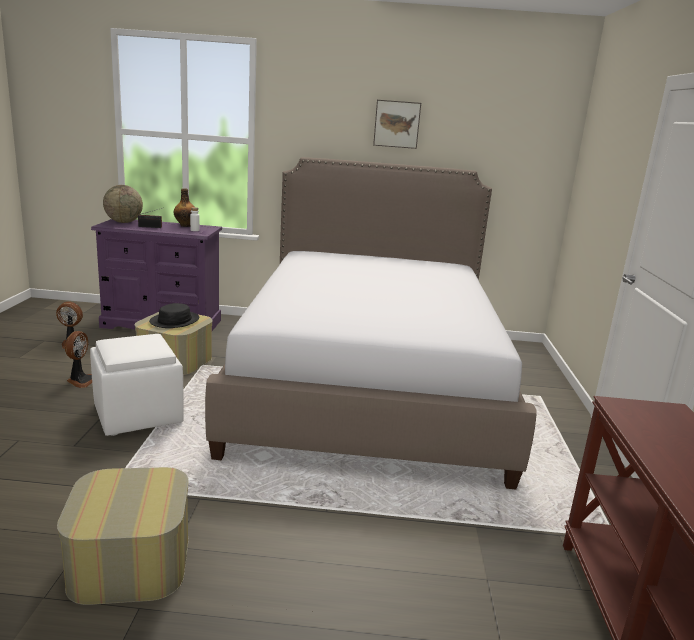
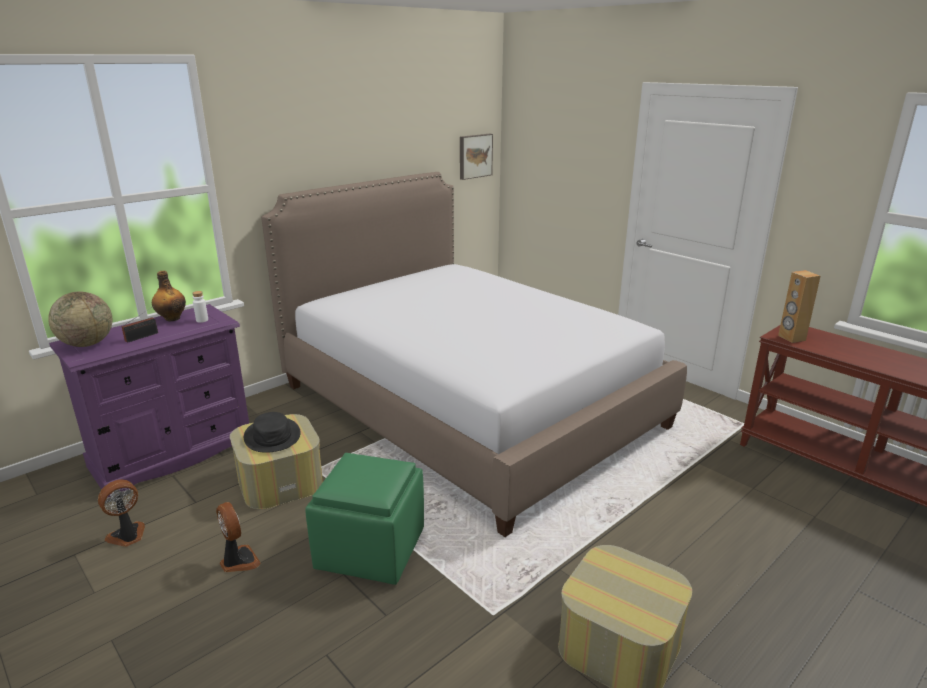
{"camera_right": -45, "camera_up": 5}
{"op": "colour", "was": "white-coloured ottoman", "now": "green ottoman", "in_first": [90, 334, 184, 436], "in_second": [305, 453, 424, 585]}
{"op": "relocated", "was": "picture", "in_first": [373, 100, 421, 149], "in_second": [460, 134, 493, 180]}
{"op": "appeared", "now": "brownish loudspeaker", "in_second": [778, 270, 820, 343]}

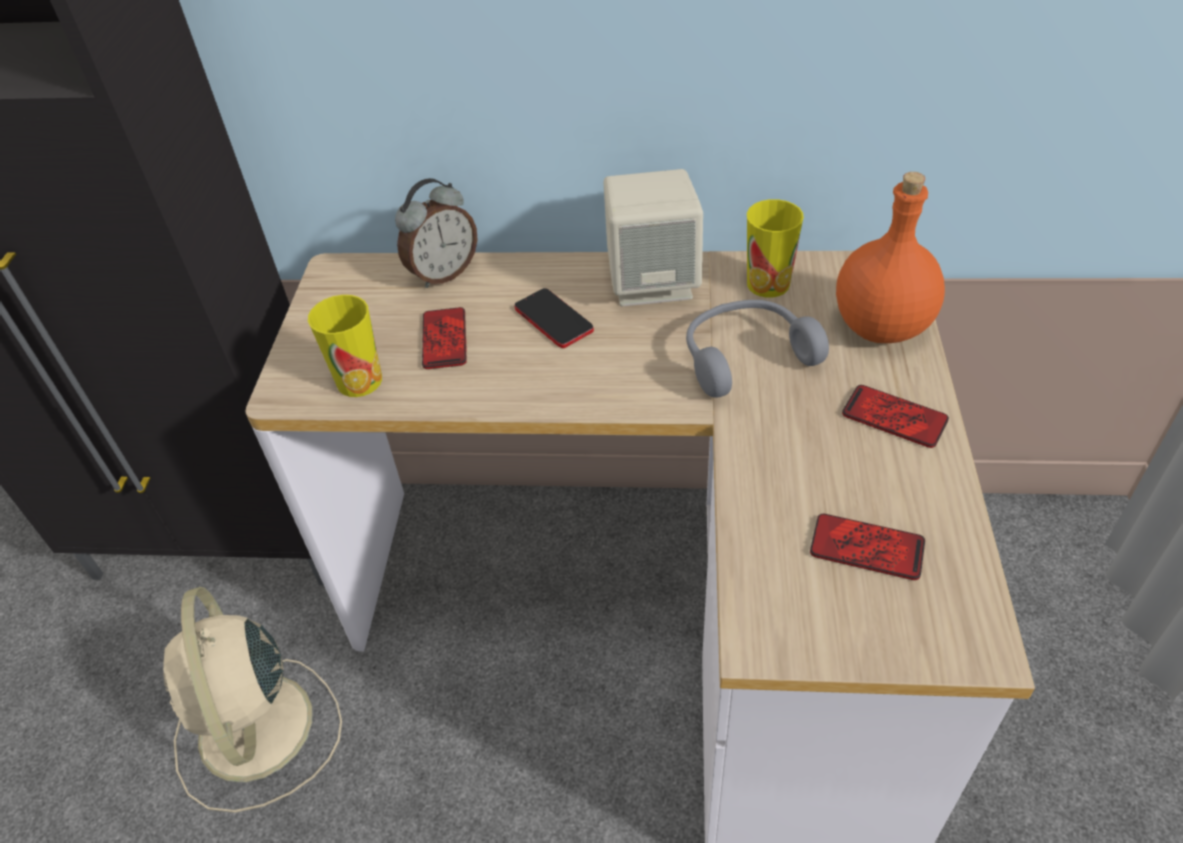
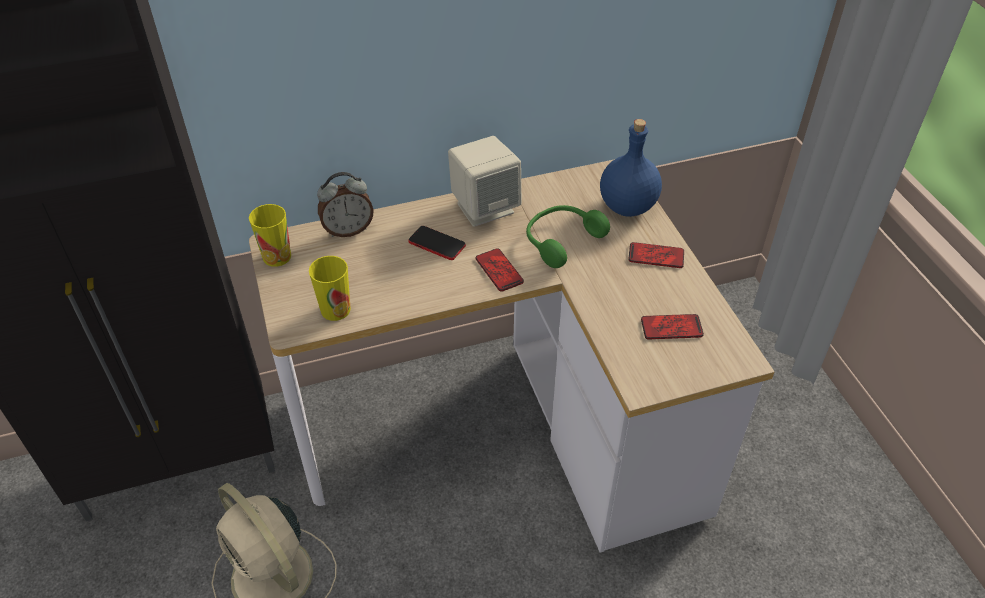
{"camera_right": -25, "camera_up": 0}
{"op": "spun", "was": "bedside clock", "in_first": [395, 178, 478, 288], "in_second": [317, 172, 373, 237], "clockwise": 45}
{"op": "relocated", "was": "phone", "in_first": [422, 307, 467, 369], "in_second": [476, 248, 524, 292]}
{"op": "colour", "was": "greyish headphones", "now": "green headphones", "in_first": [686, 300, 829, 398], "in_second": [526, 205, 610, 268]}
{"op": "relocated", "was": "drinking cup", "in_first": [747, 199, 804, 298], "in_second": [249, 204, 291, 267]}
{"op": "colour", "was": "orange bottle", "now": "bluish bottle", "in_first": [836, 172, 945, 343], "in_second": [600, 119, 662, 217]}

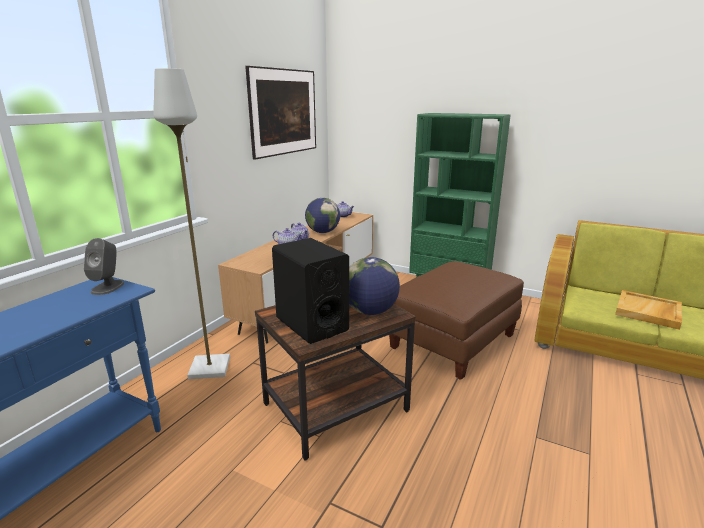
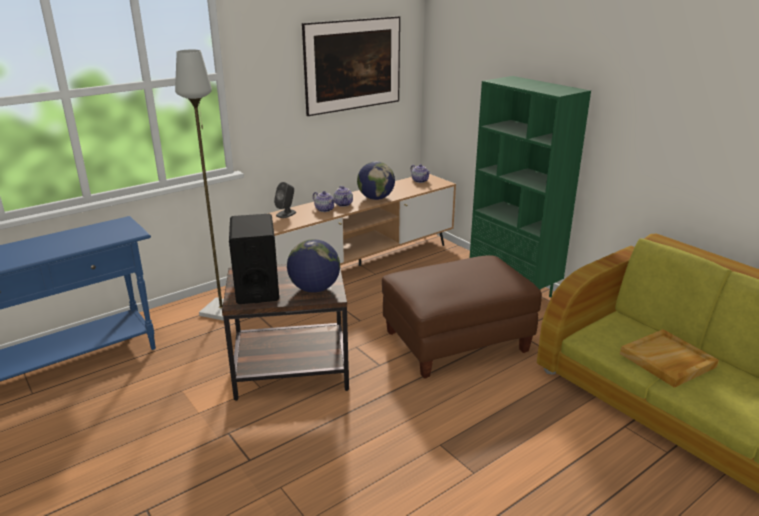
{"camera_right": 25, "camera_up": 5}
{"op": "relocated", "was": "greyish loudspeaker", "in_first": [84, 238, 124, 295], "in_second": [274, 182, 296, 218]}

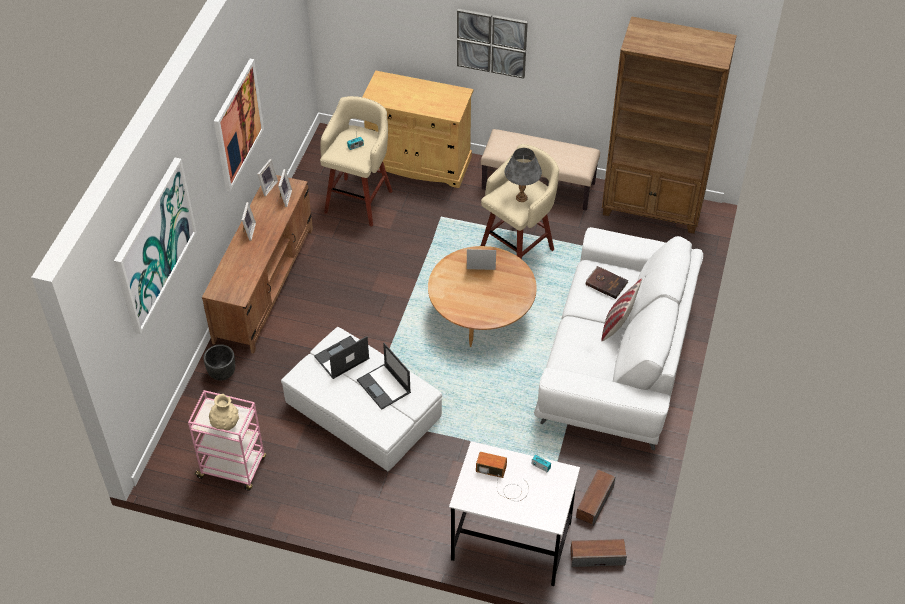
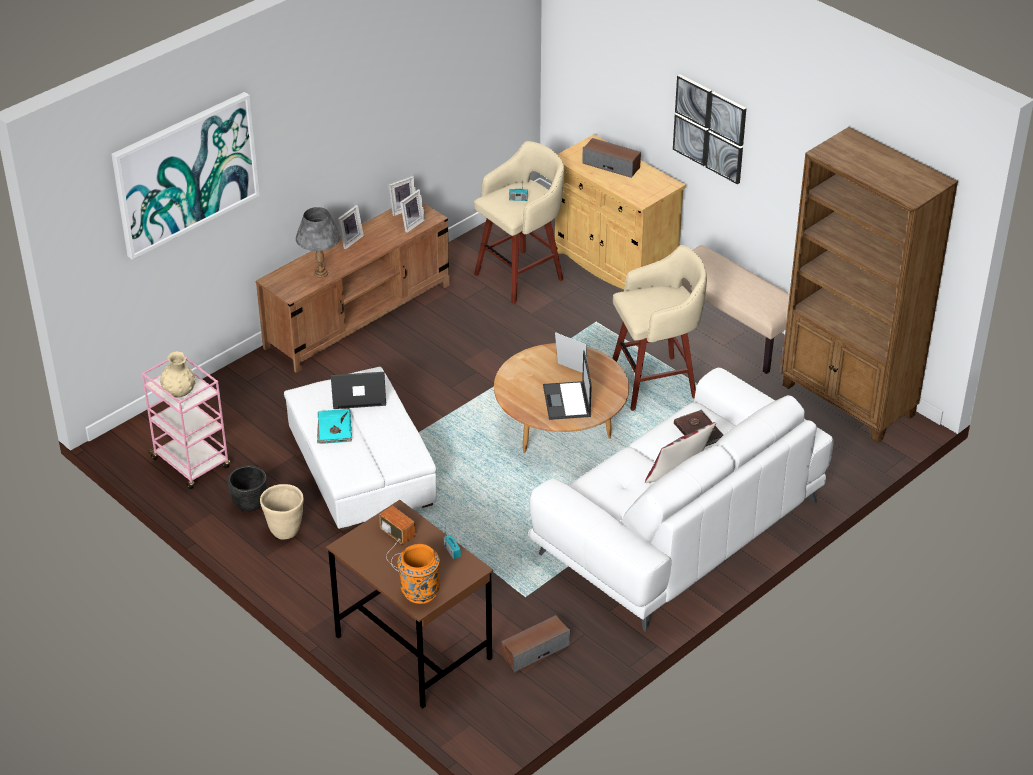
{"camera_right": 30, "camera_up": -10}
{"op": "relocated", "was": "black plant pot", "in_first": [203, 344, 235, 380], "in_second": [228, 465, 267, 511]}
{"op": "missing", "was": "picture", "in_first": [214, 59, 264, 191]}
{"op": "relocated", "was": "laptop", "in_first": [357, 343, 411, 410], "in_second": [543, 350, 592, 420]}
{"op": "colour", "was": "white-coloured desk table", "now": "brownish desk table", "in_first": [449, 441, 580, 586], "in_second": [326, 500, 494, 708]}
{"op": "relocated", "was": "greyish lamp for a table", "in_first": [504, 148, 542, 202], "in_second": [296, 207, 341, 278]}
{"op": "relocated", "was": "loudspeaker", "in_first": [570, 539, 627, 567], "in_second": [582, 138, 641, 178]}
{"op": "appeared", "now": "beige plant pot", "in_second": [260, 484, 304, 540]}
{"op": "appeared", "now": "turquoise bound book", "in_second": [317, 409, 352, 444]}
{"op": "appeared", "now": "orange vase", "in_second": [398, 544, 440, 604]}

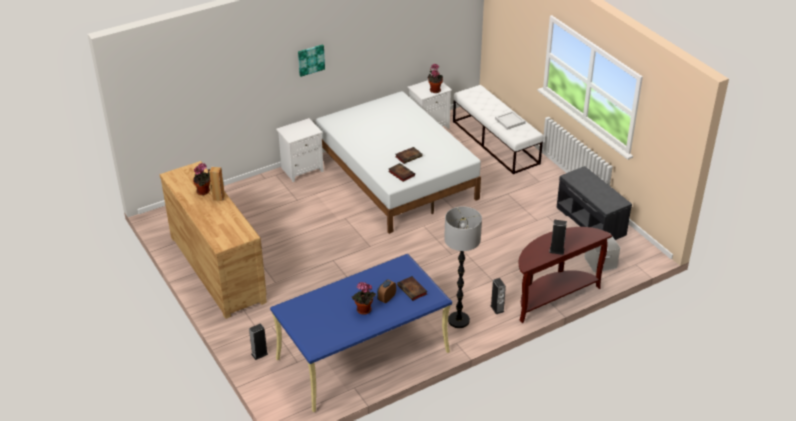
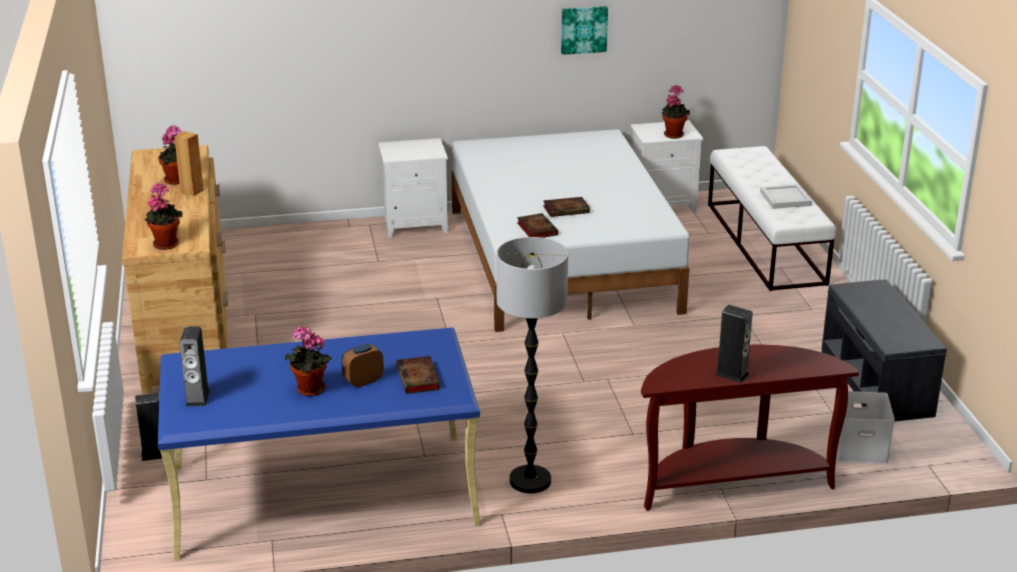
{"camera_right": 20, "camera_up": -10}
{"op": "relocated", "was": "picture", "in_first": [298, 44, 325, 77], "in_second": [561, 6, 608, 55]}
{"op": "relocated", "was": "loudspeaker", "in_first": [490, 278, 506, 314], "in_second": [179, 326, 210, 406]}
{"op": "appeared", "now": "plant in a pot", "in_second": [144, 183, 183, 250]}

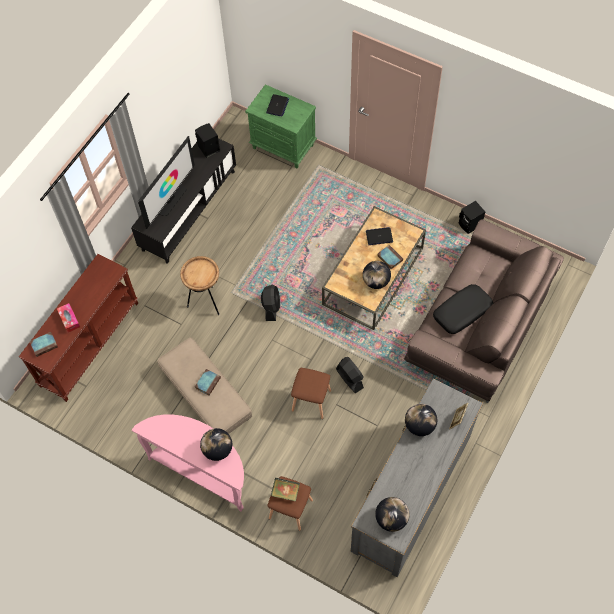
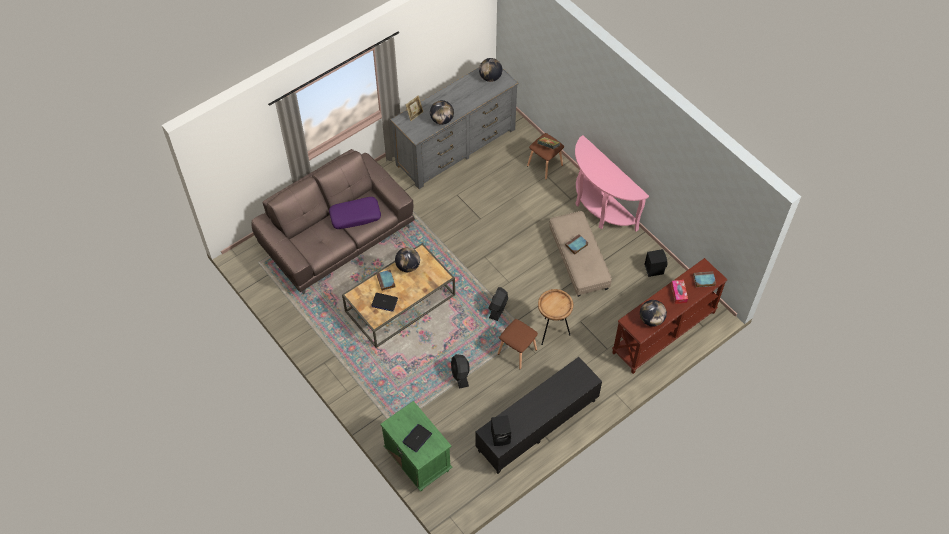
{"camera_right": -160, "camera_up": -5}
{"op": "missing", "was": "television", "in_first": [138, 136, 195, 229]}
{"op": "relocated", "was": "world globe", "in_first": [200, 428, 232, 461], "in_second": [640, 300, 667, 327]}
{"op": "relocated", "was": "brownish stool", "in_first": [291, 368, 331, 419], "in_second": [498, 319, 538, 369]}
{"op": "relocated", "was": "black cooling fan", "in_first": [336, 357, 364, 394], "in_second": [451, 354, 470, 389]}
{"op": "colour", "was": "black throw pillow", "now": "purple throw pillow", "in_first": [433, 284, 493, 334], "in_second": [329, 197, 381, 229]}
{"op": "relocated", "was": "black loudspeaker", "in_first": [459, 201, 485, 234], "in_second": [644, 249, 667, 277]}

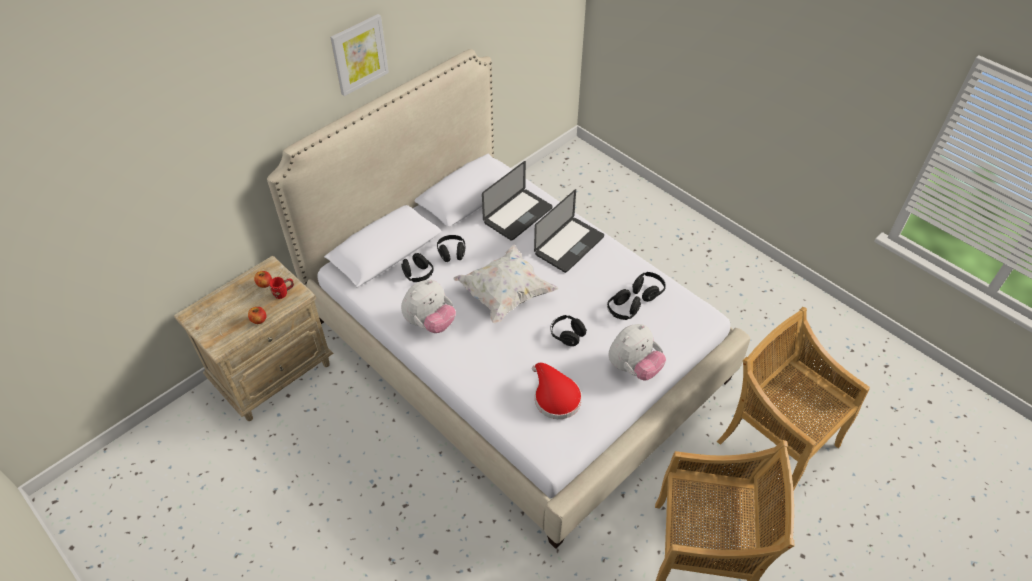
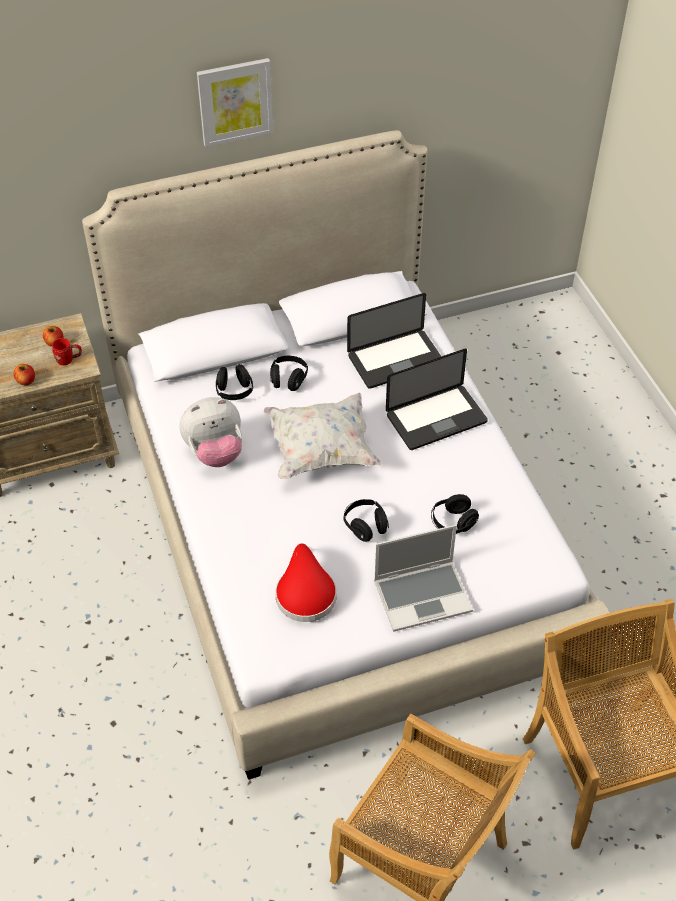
{"camera_right": 25, "camera_up": 0}
{"op": "exchanged", "was": "cuddly toy", "now": "laptop", "in_first": [608, 324, 666, 380], "in_second": [374, 525, 473, 632]}
{"op": "missing", "was": "black headphones", "in_first": [632, 272, 666, 302]}

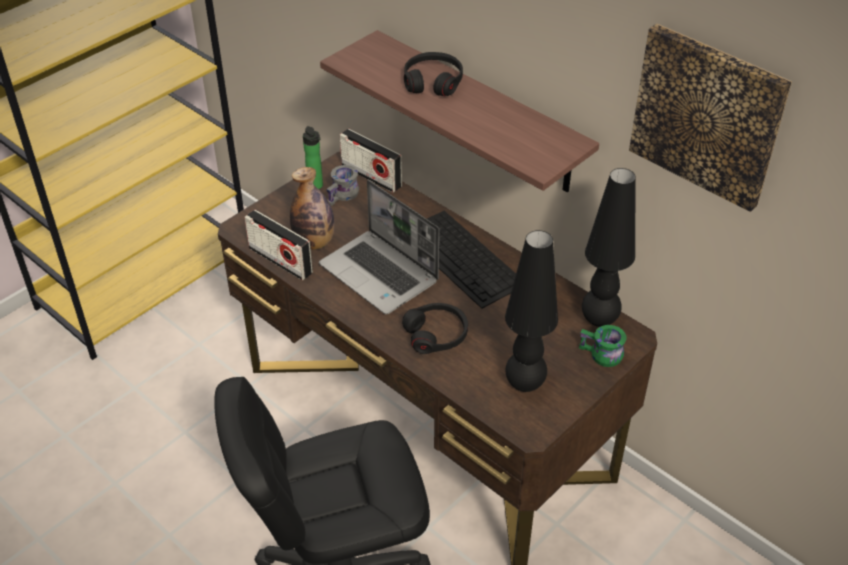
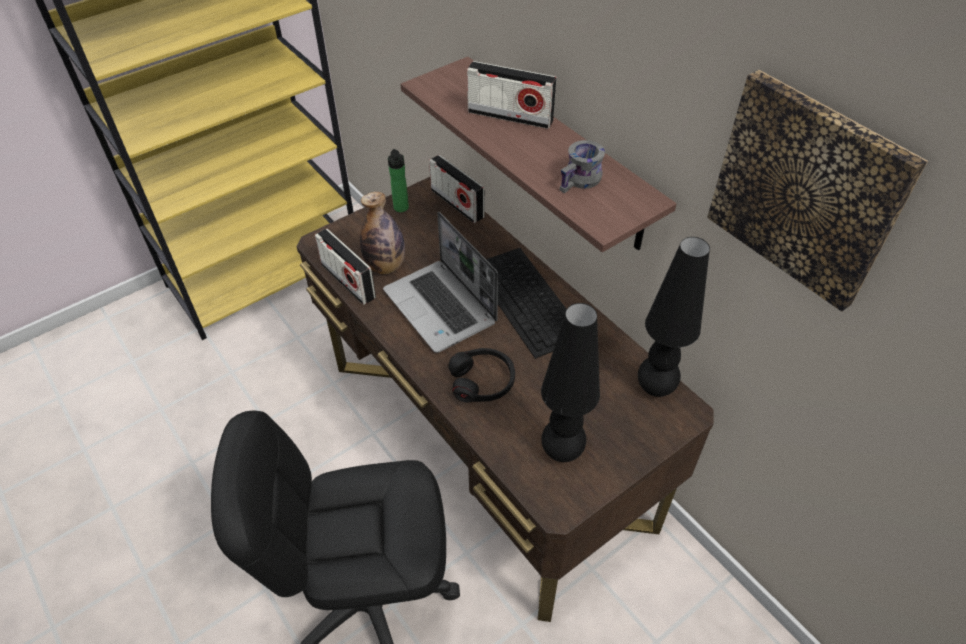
{"camera_right": 10, "camera_up": 5}
{"op": "relocated", "was": "greyish mug", "in_first": [327, 165, 359, 206], "in_second": [560, 140, 605, 193]}
{"op": "exchanged", "was": "black headphones", "now": "radio receiver", "in_first": [404, 52, 463, 96], "in_second": [467, 61, 557, 129]}
{"op": "missing", "was": "green mug", "in_first": [579, 325, 626, 367]}

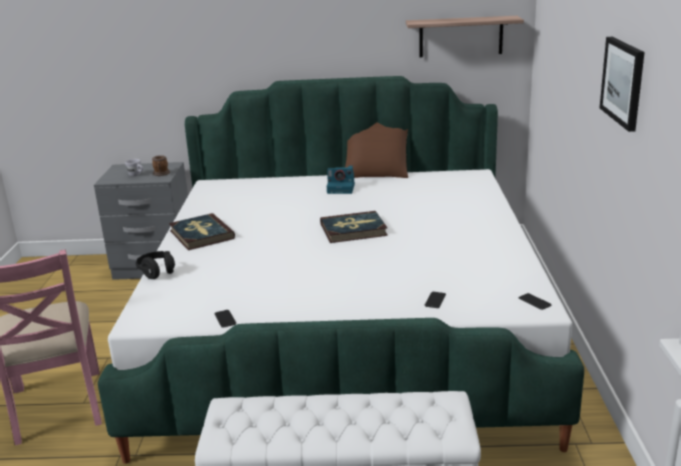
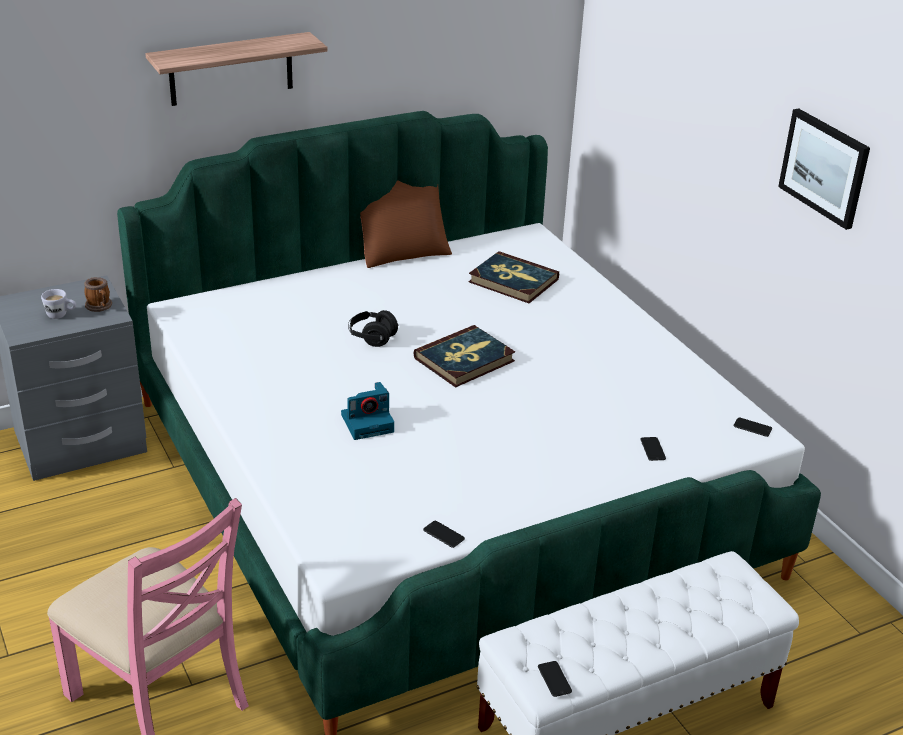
{"camera_right": -30, "camera_up": 10}
{"op": "relocated", "was": "black headphones", "in_first": [136, 251, 175, 279], "in_second": [348, 310, 399, 347]}
{"op": "relocated", "was": "bound book", "in_first": [169, 213, 235, 250], "in_second": [469, 251, 559, 303]}
{"op": "relocated", "was": "still camera", "in_first": [327, 165, 355, 194], "in_second": [341, 382, 394, 440]}
{"op": "relocated", "was": "bracket shelf", "in_first": [406, 16, 524, 57], "in_second": [145, 32, 327, 106]}
{"op": "appeared", "now": "phone", "in_second": [538, 661, 572, 697]}

